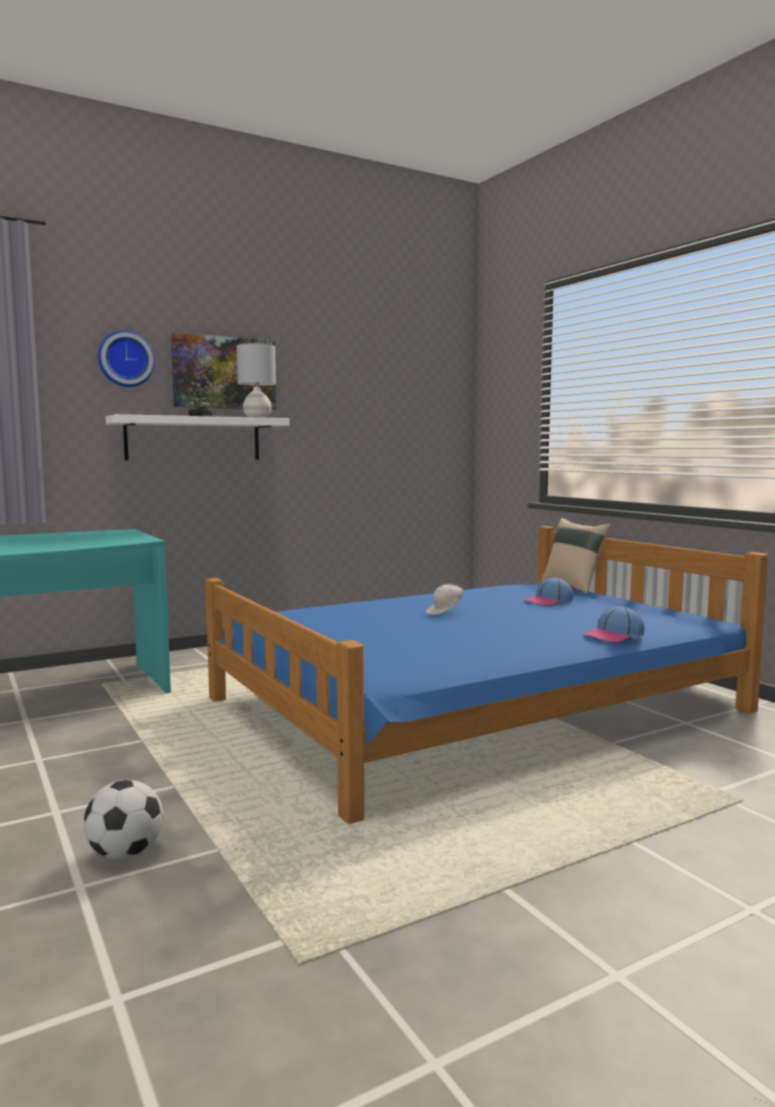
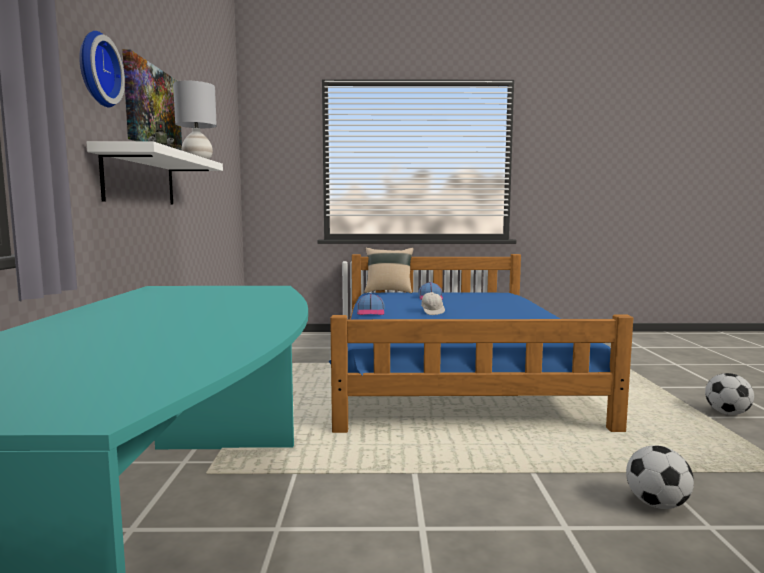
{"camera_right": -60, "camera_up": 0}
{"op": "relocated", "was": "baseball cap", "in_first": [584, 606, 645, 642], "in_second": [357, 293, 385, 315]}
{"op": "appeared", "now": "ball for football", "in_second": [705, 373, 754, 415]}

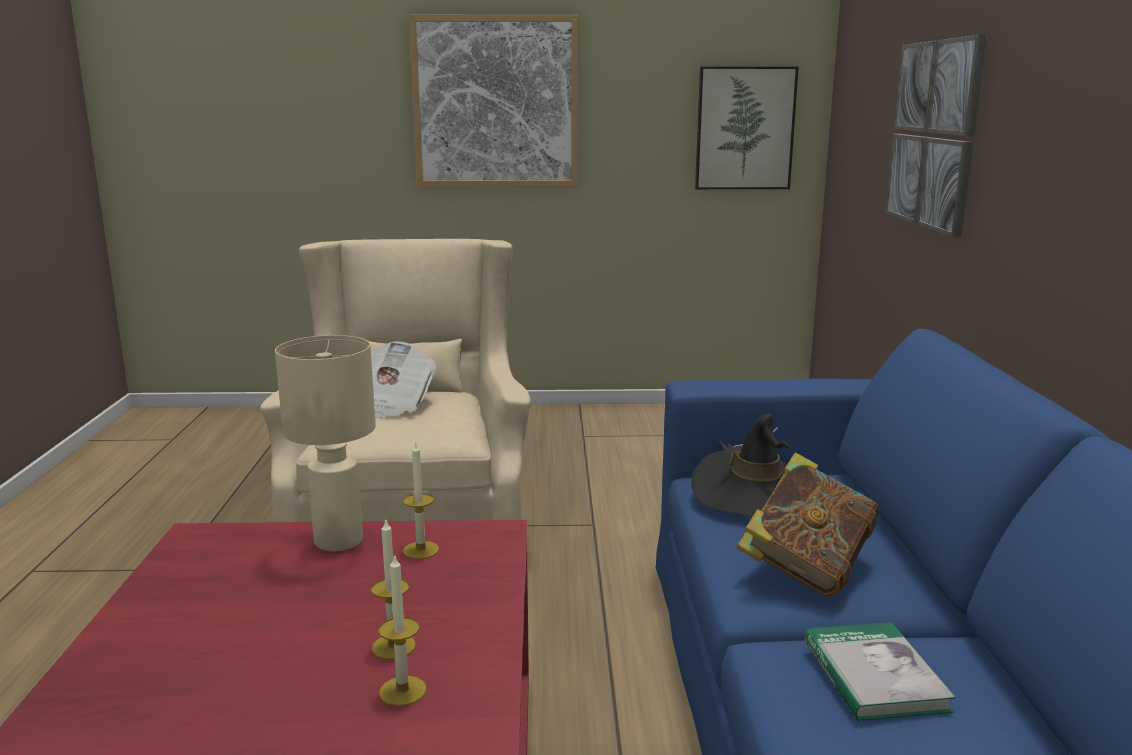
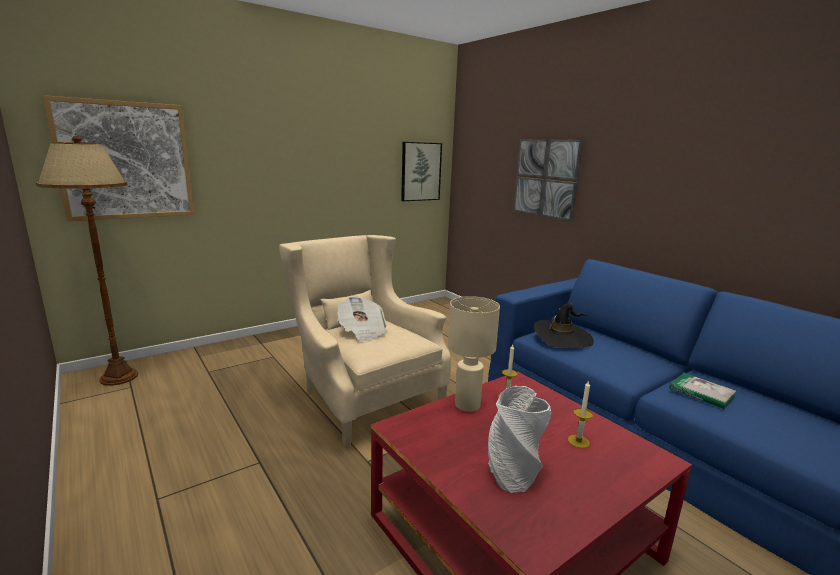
{"camera_right": -35, "camera_up": 0}
{"op": "missing", "was": "candle", "in_first": [378, 554, 427, 706]}
{"op": "relocated", "was": "picture", "in_first": [409, 15, 578, 187], "in_second": [43, 95, 194, 221]}
{"op": "missing", "was": "bound book", "in_first": [736, 453, 879, 597]}
{"op": "appeared", "now": "brownish floor lamp", "in_second": [36, 136, 138, 386]}
{"op": "appeared", "now": "greyish vase", "in_second": [488, 386, 551, 493]}

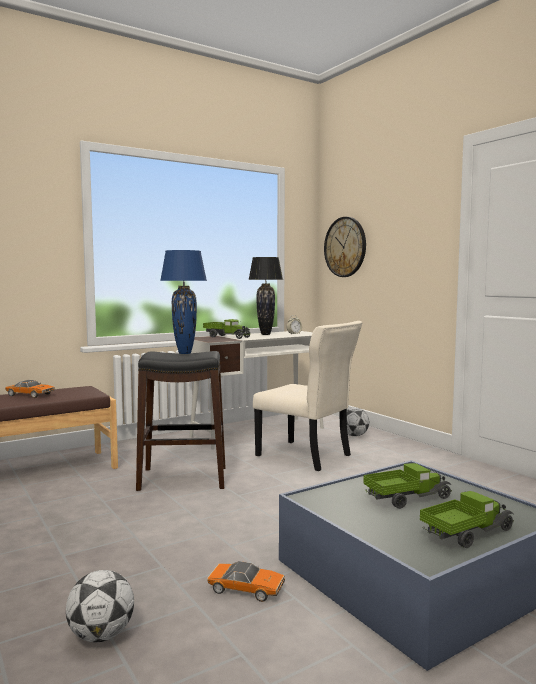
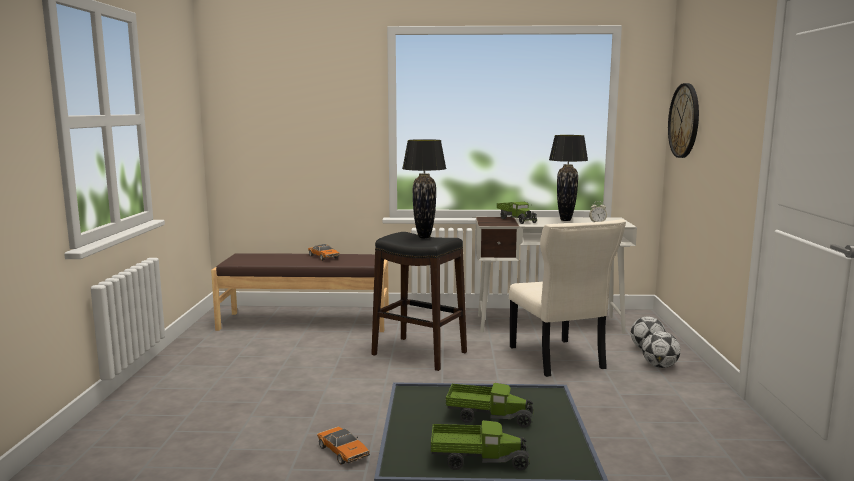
{"camera_right": 35, "camera_up": 5}
{"op": "relocated", "was": "ball for football", "in_first": [66, 570, 134, 642], "in_second": [642, 331, 681, 368]}
{"op": "colour", "was": "bluish lamp for a table", "now": "black lamp for a table", "in_first": [160, 250, 207, 354], "in_second": [402, 139, 447, 239]}

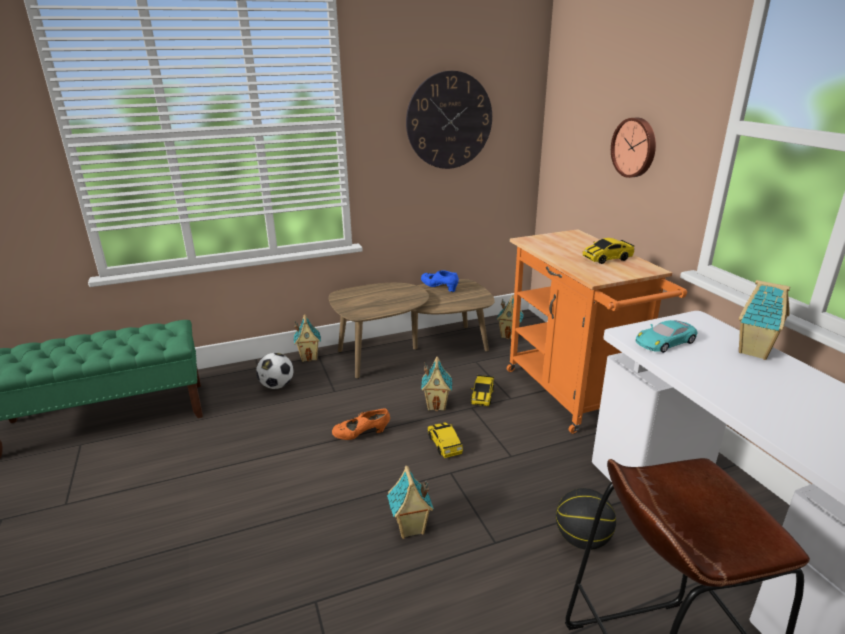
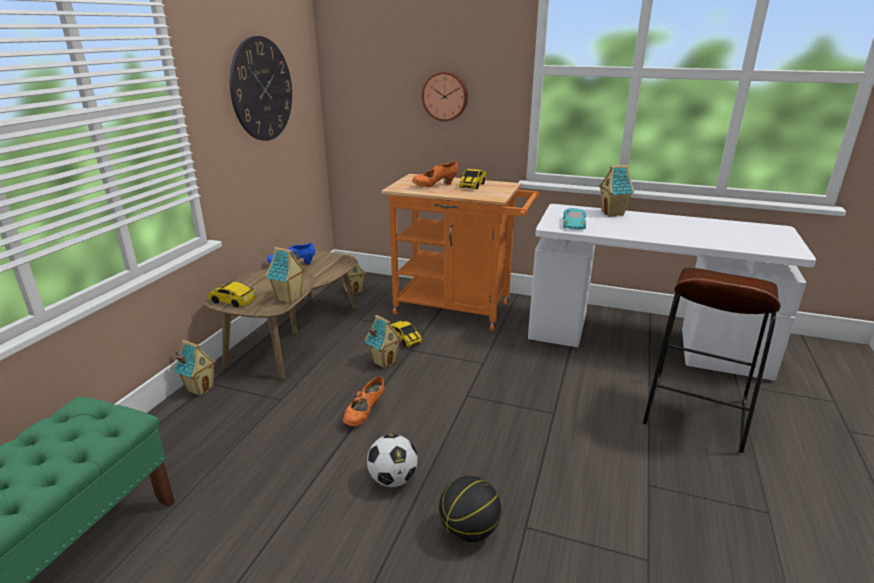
{"camera_right": -50, "camera_up": 0}
{"op": "relocated", "was": "ball for football", "in_first": [256, 353, 294, 389], "in_second": [367, 434, 418, 487]}
{"op": "relocated", "was": "model house", "in_first": [387, 465, 434, 539], "in_second": [266, 247, 306, 304]}
{"op": "relocated", "was": "toy car", "in_first": [428, 422, 463, 458], "in_second": [208, 282, 256, 307]}
{"op": "relocated", "was": "basketball", "in_first": [556, 488, 616, 550], "in_second": [439, 476, 501, 543]}
{"op": "appeared", "now": "orange item of footwear", "in_second": [412, 161, 458, 187]}

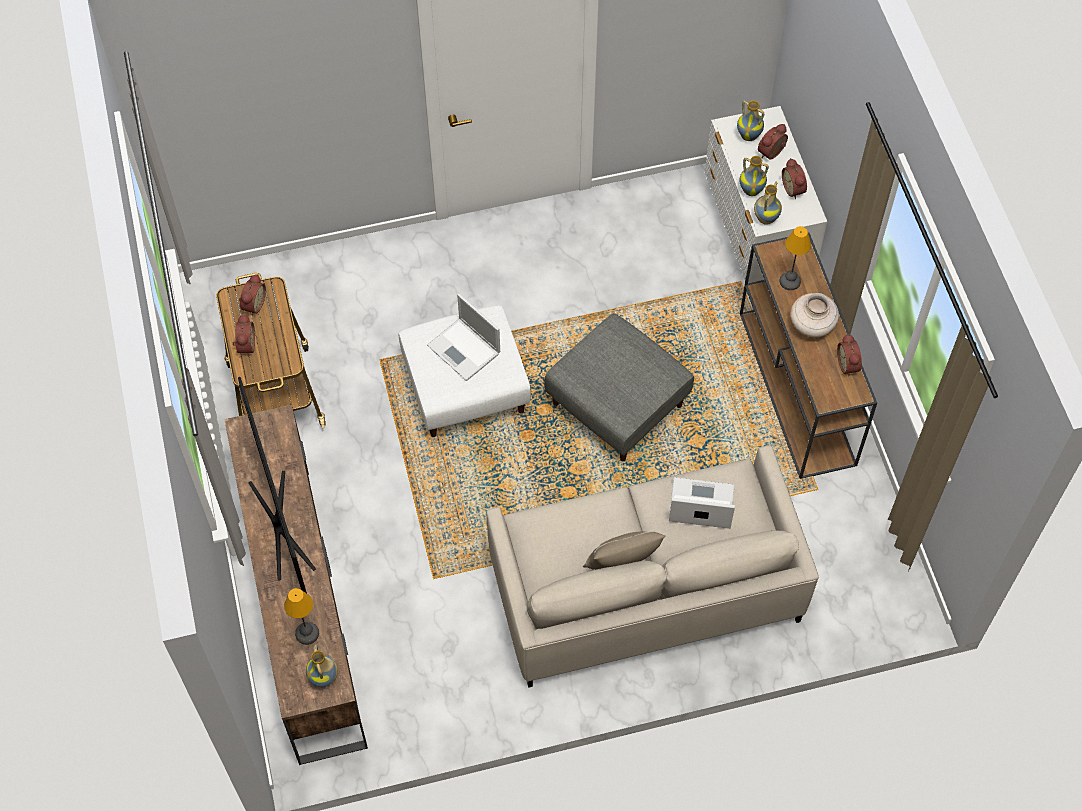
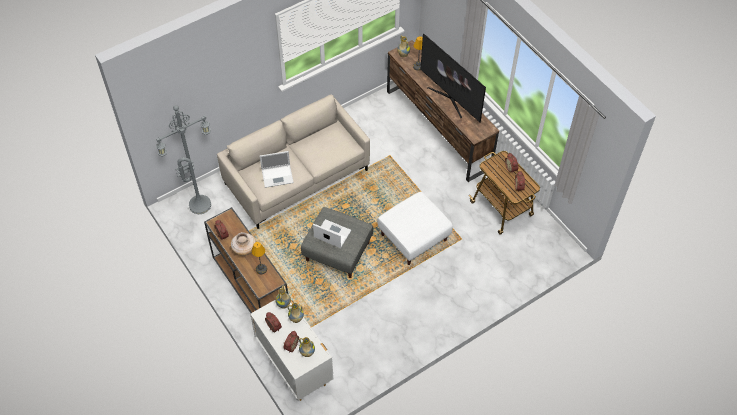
{"camera_right": 160, "camera_up": -5}
{"op": "relocated", "was": "laptop", "in_first": [427, 294, 500, 381], "in_second": [313, 219, 351, 248]}
{"op": "missing", "was": "beige throw pillow", "in_first": [583, 531, 666, 570]}
{"op": "appeared", "now": "greyish floor lamp", "in_second": [156, 105, 211, 214]}

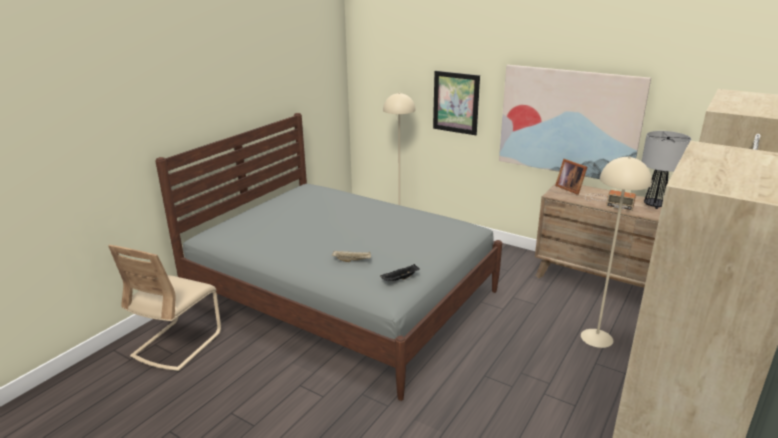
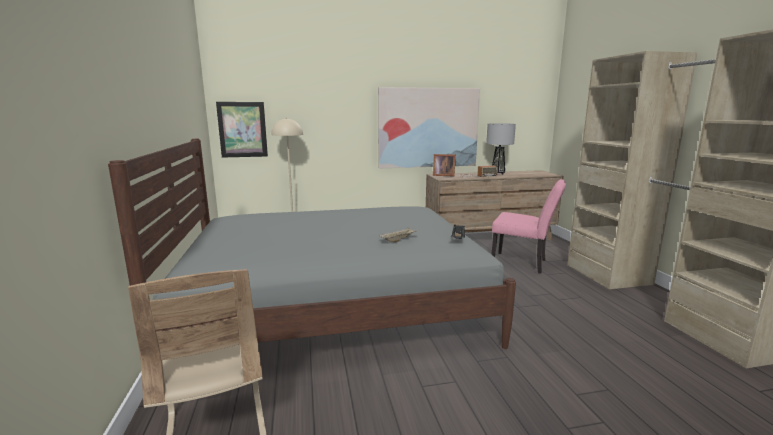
{"camera_right": -45, "camera_up": -10}
{"op": "relocated", "was": "picture", "in_first": [433, 71, 480, 135], "in_second": [216, 102, 268, 158]}
{"op": "exchanged", "was": "beige floor lamp", "now": "pink-coloured upright chair", "in_first": [581, 156, 652, 348], "in_second": [492, 179, 566, 274]}

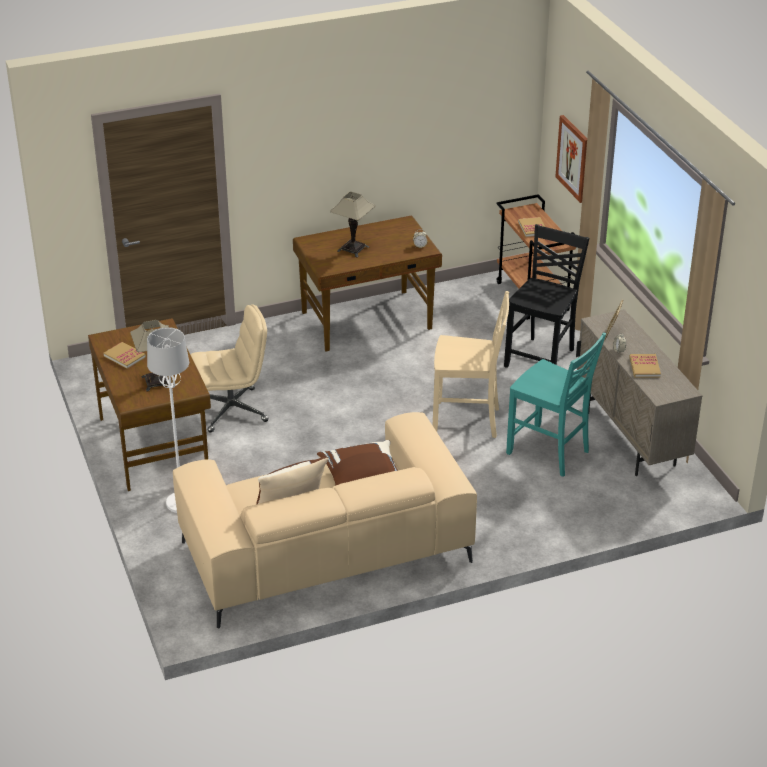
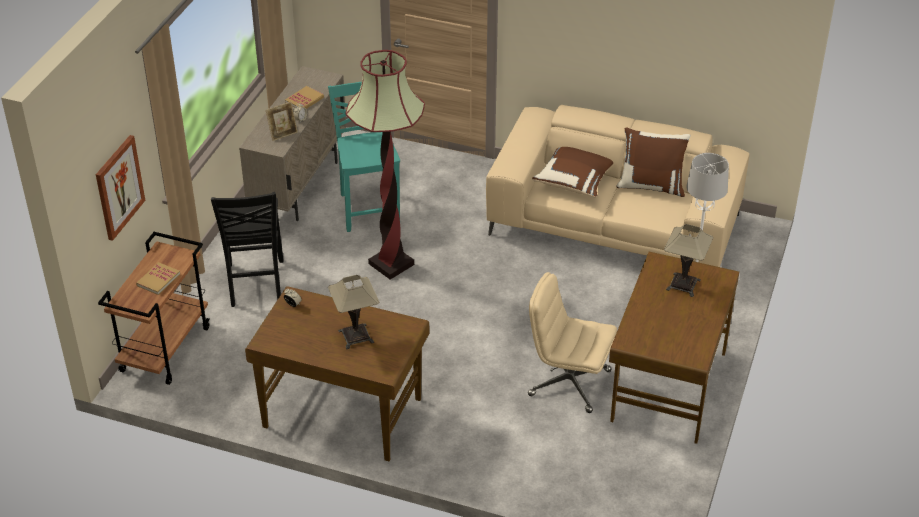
{"camera_right": -140, "camera_up": 5}
{"op": "missing", "was": "bound book", "in_first": [104, 342, 146, 369]}
{"op": "exchanged", "was": "beige upright chair", "now": "floor lamp", "in_first": [433, 291, 509, 438], "in_second": [346, 50, 425, 280]}
{"op": "spun", "was": "black upright chair", "in_first": [504, 224, 590, 368], "in_second": [211, 192, 284, 307], "clockwise": -75}

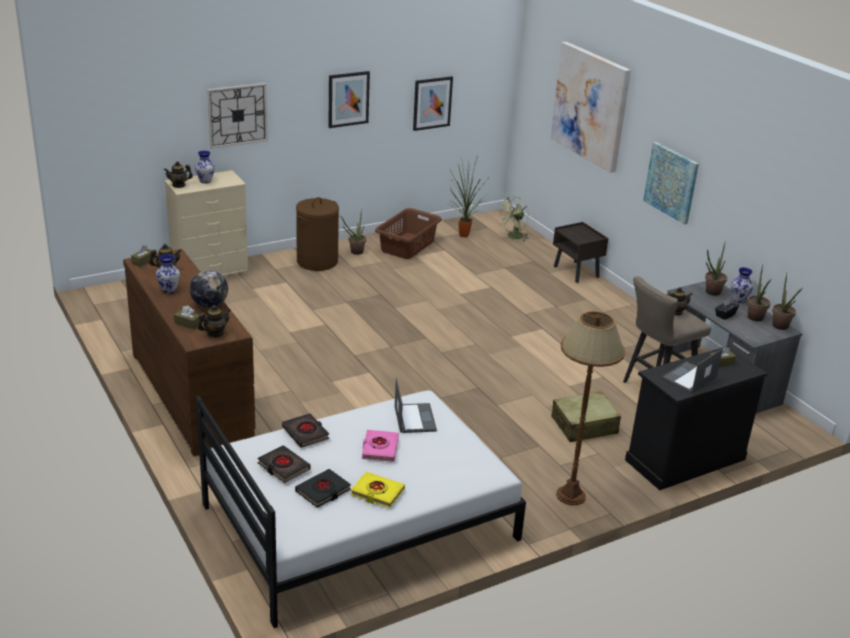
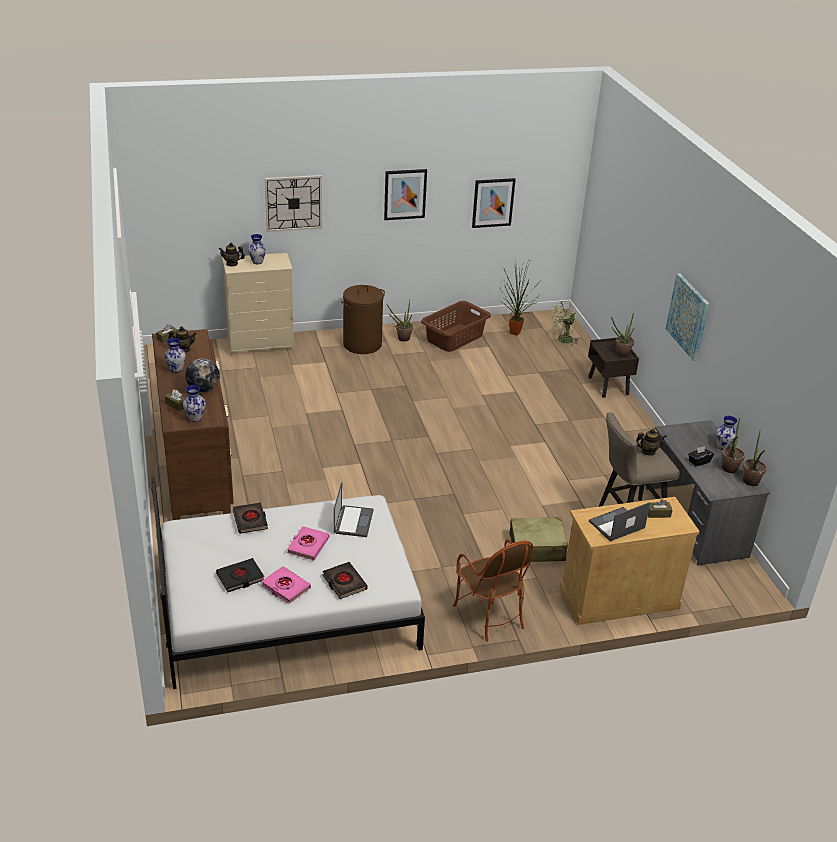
{"camera_right": 15, "camera_up": 5}
{"op": "exchanged", "was": "teapot", "now": "vase", "in_first": [198, 305, 231, 337], "in_second": [183, 385, 206, 422]}
{"op": "relocated", "was": "black bound book", "in_first": [257, 445, 311, 483], "in_second": [323, 562, 368, 599]}
{"op": "colour", "was": "yellow bound book", "now": "pink-coloured bound book", "in_first": [351, 472, 405, 508], "in_second": [261, 566, 311, 604]}
{"op": "missing", "was": "picture", "in_first": [550, 42, 631, 173]}
{"op": "exchanged", "was": "brownish floor lamp", "now": "easy chair", "in_first": [556, 311, 625, 505], "in_second": [453, 539, 533, 642]}
{"op": "colour", "was": "black cupboard", "now": "beige cupboard", "in_first": [625, 346, 768, 490], "in_second": [559, 497, 700, 625]}
{"op": "relocated", "was": "plant in a pot", "in_first": [705, 243, 727, 296], "in_second": [611, 311, 634, 357]}

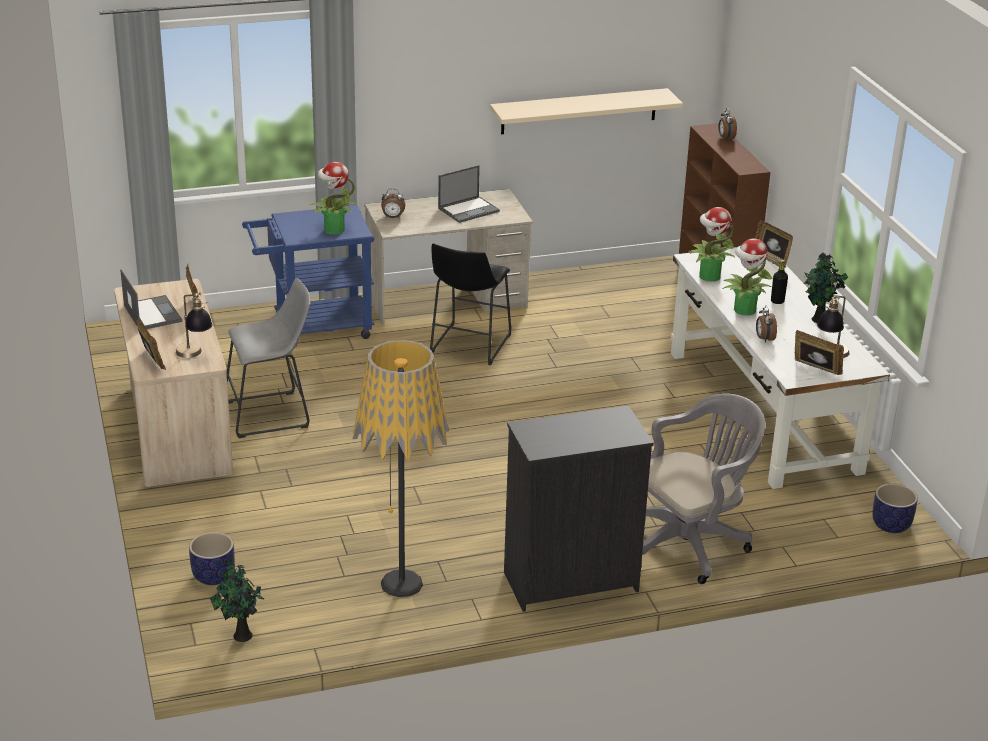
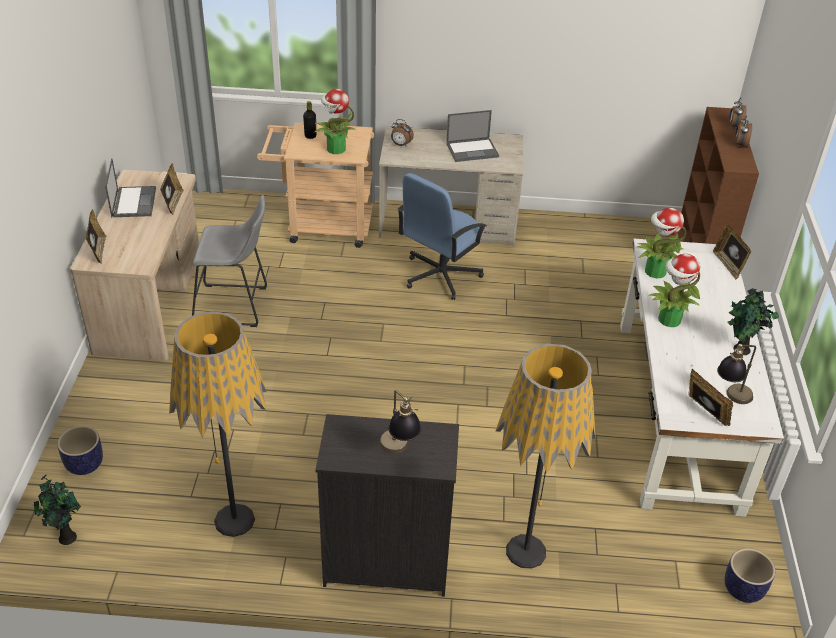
{"camera_right": 20, "camera_up": 10}
{"op": "relocated", "was": "lamp for a table", "in_first": [176, 292, 212, 358], "in_second": [379, 390, 421, 454]}
{"op": "colour", "was": "bluish cart", "now": "beige cart", "in_first": [242, 205, 375, 345], "in_second": [257, 122, 374, 248]}
{"op": "exchanged", "was": "black stool", "now": "bluish office chair", "in_first": [430, 244, 511, 365], "in_second": [397, 173, 487, 300]}
{"op": "missing", "was": "beige bracket shelf", "in_first": [490, 88, 683, 134]}
{"op": "exchanged", "was": "greyish office chair", "now": "floor lamp", "in_first": [642, 393, 765, 584], "in_second": [496, 344, 596, 569]}
{"op": "relocated", "was": "bedside clock", "in_first": [756, 306, 777, 343], "in_second": [734, 116, 752, 148]}
{"op": "relocated", "was": "black bottle", "in_first": [771, 260, 788, 304], "in_second": [303, 101, 316, 139]}

